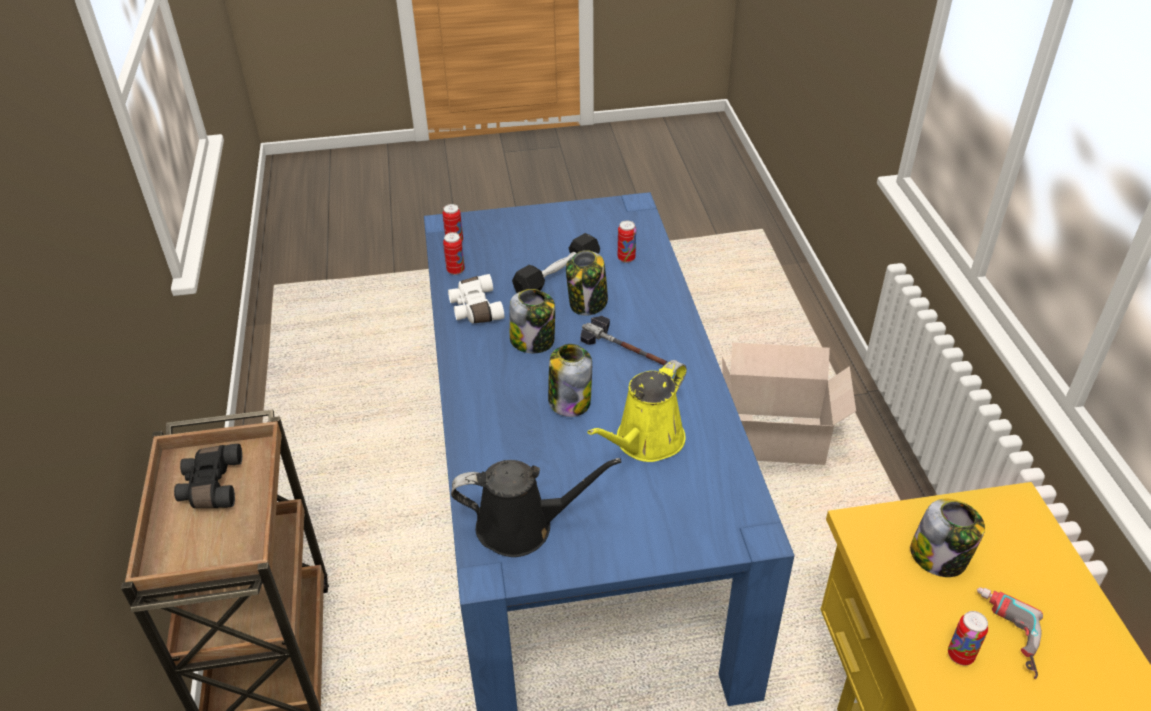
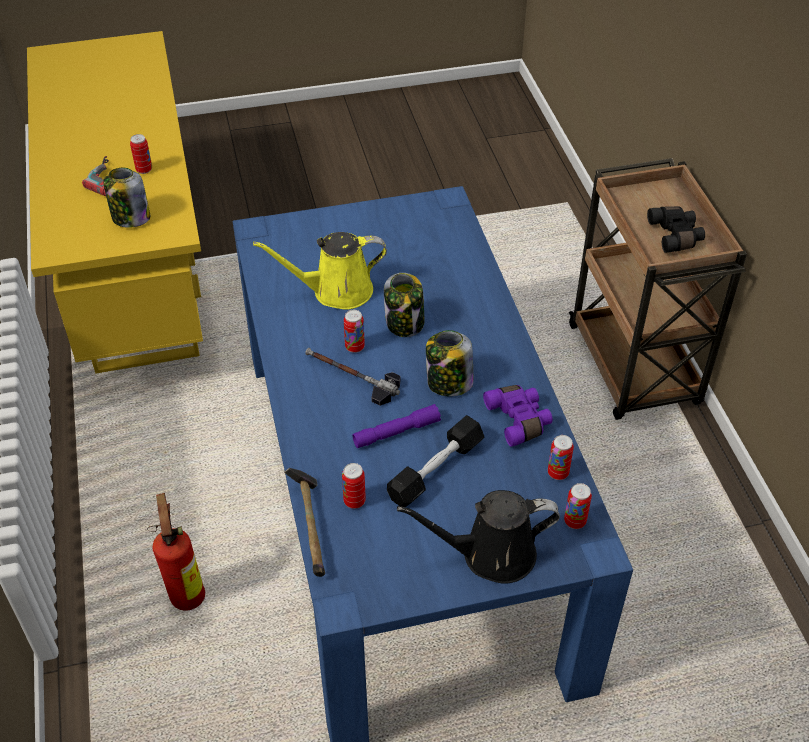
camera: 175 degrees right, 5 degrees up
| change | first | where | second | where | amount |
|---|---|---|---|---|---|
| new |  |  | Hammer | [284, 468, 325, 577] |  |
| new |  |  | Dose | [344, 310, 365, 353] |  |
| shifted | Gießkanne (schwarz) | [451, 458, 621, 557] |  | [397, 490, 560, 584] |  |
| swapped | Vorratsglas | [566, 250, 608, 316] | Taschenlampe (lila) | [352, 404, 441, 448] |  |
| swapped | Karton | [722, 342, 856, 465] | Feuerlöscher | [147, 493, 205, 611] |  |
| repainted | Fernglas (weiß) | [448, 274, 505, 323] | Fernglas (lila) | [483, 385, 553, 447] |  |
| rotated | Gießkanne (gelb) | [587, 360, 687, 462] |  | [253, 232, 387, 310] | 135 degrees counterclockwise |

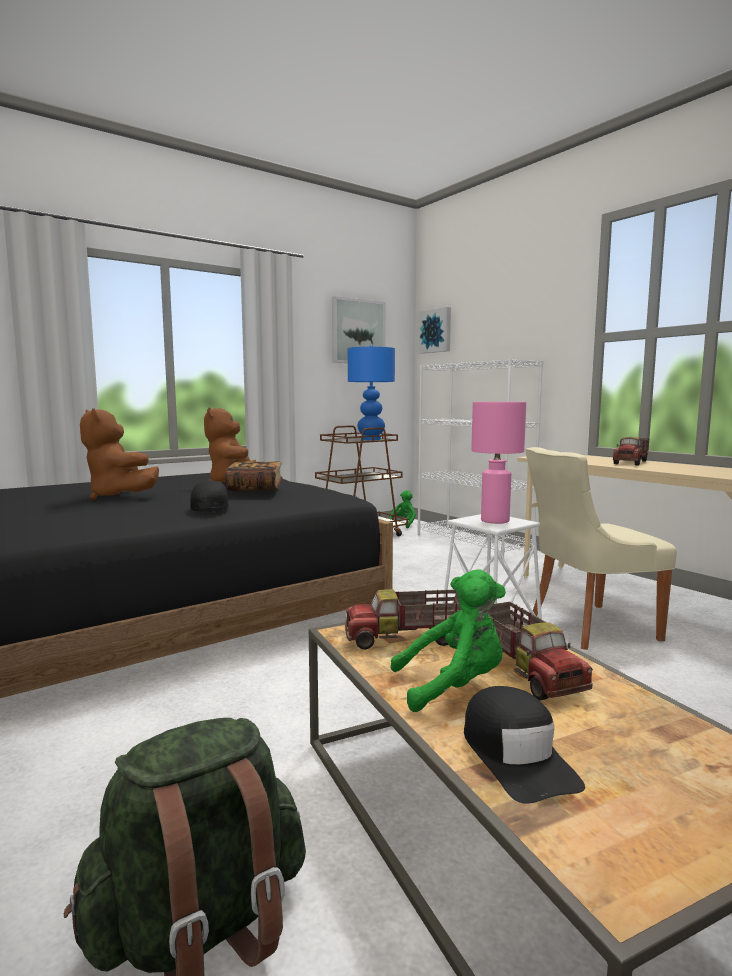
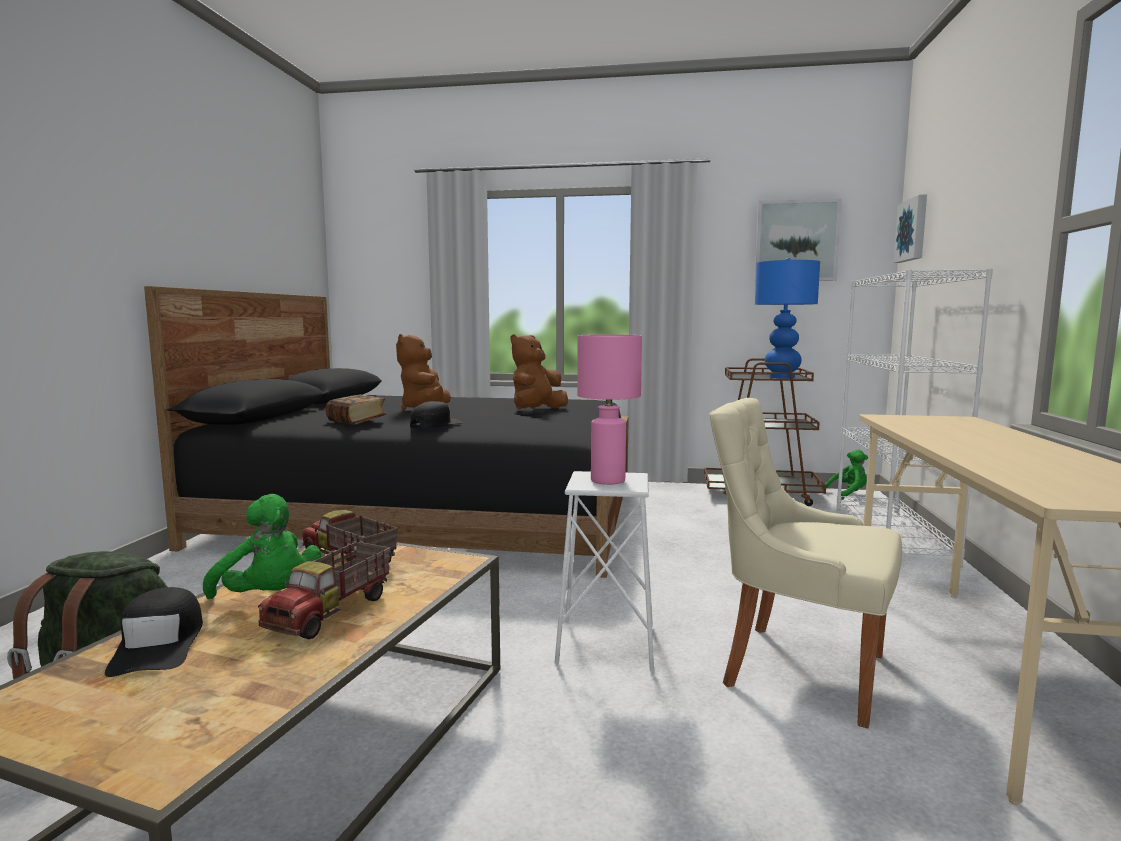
camera: 45 degrees right, 0 degrees up
| change | first | where | second | where | amount |
|---|---|---|---|---|---|
| gone | Spielzeuglaster | [613, 437, 650, 466] |  |  |  |
| shifted | Buch | [225, 461, 282, 491] |  | [326, 394, 387, 425] |  |
| rotated | Kappe (schwarz) | [464, 686, 585, 804] |  | [105, 587, 203, 677] | 45 degrees counterclockwise |

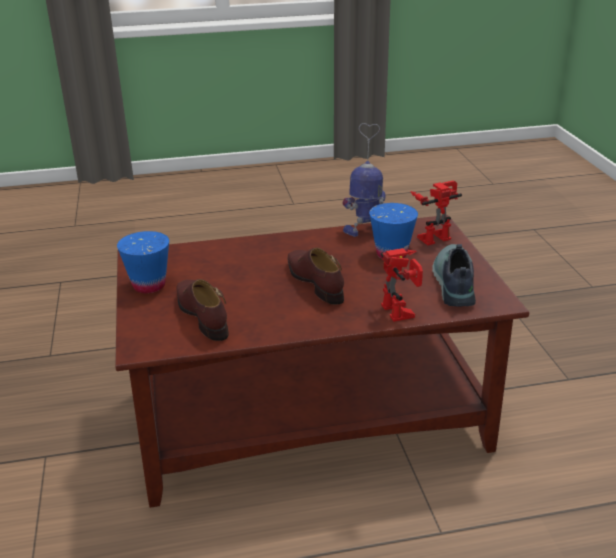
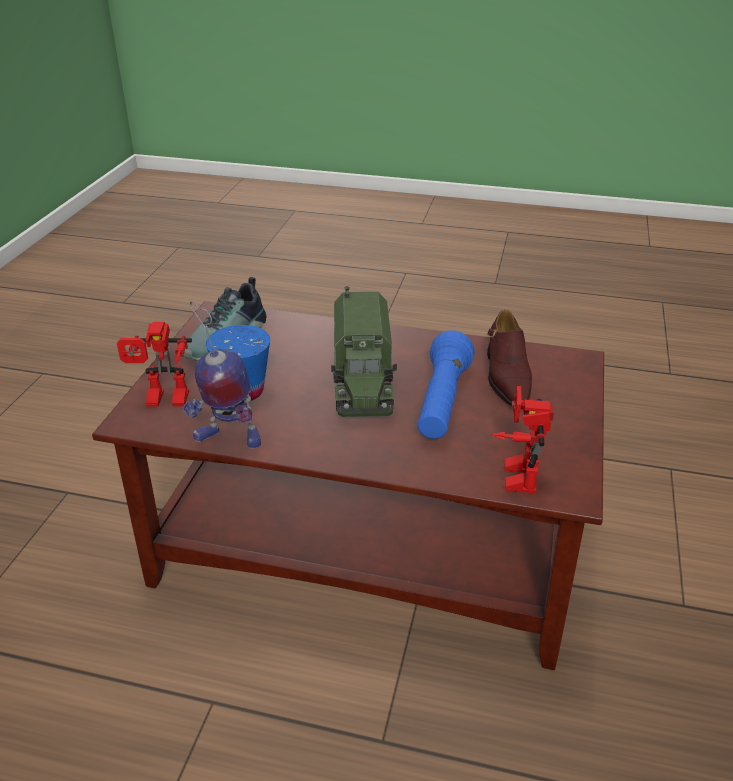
camera: 155 degrees left, 5 degrees up
| change | first | where | second | where | amount |
|---|---|---|---|---|---|
| gone | Tasse (blau) | [117, 231, 169, 293] |  |  |  |
| new |  |  | Taschenlampe (blau) | [417, 330, 474, 439] |  |
| shifted | Spielzeugroboter | [380, 248, 423, 322] |  | [492, 386, 554, 493] |  |
| swapped | Schuh (braun) | [288, 247, 344, 304] | Spielzeuglaster | [331, 286, 397, 417] |  |

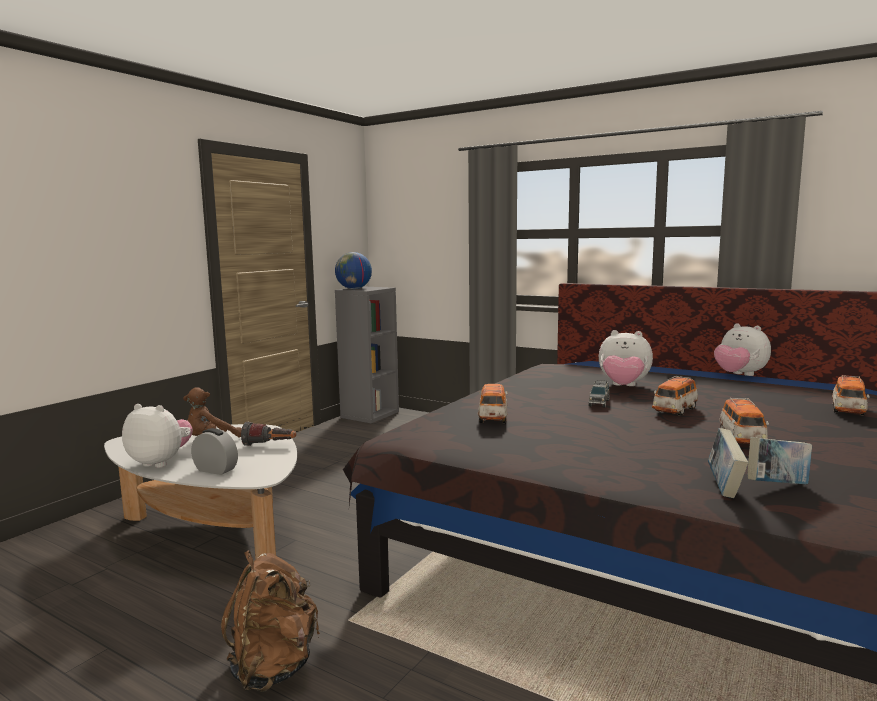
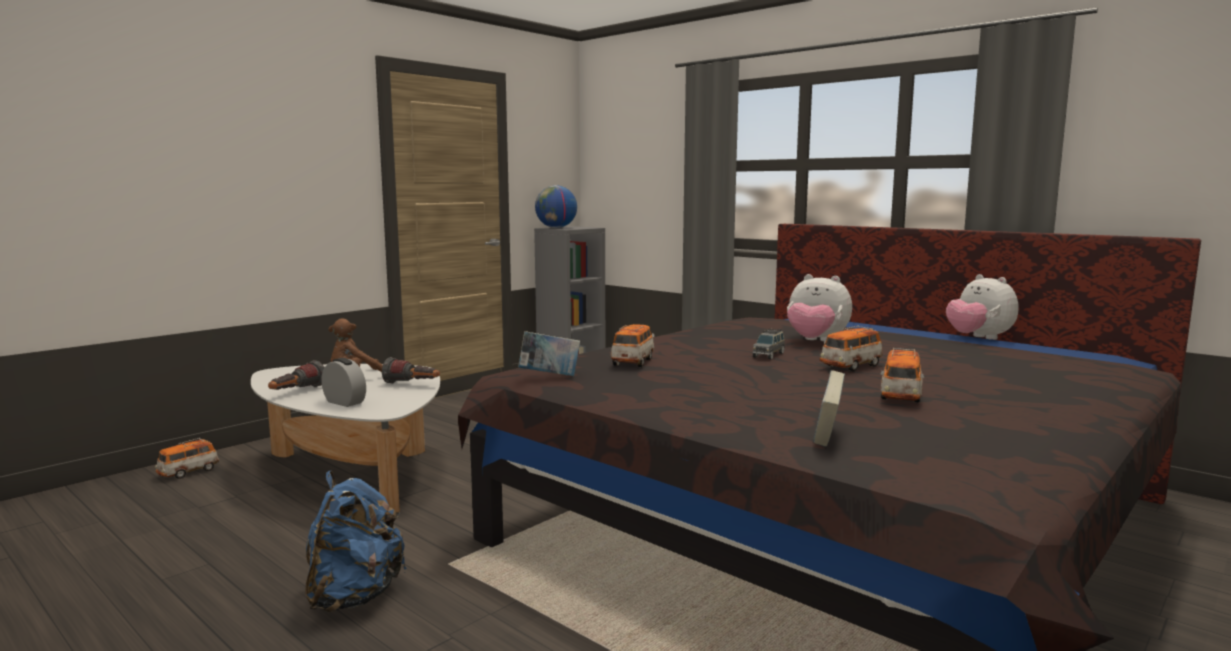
camera: 10 degrees right, 0 degrees up
| change | first | where | second | where | amount |
|---|---|---|---|---|---|
| shifted | Buch | [747, 437, 812, 484] |  | [518, 331, 580, 376] |  |
| shifted | Spielzeugauto | [832, 375, 870, 416] |  | [155, 438, 219, 479] |  |
| swapped | Plüschtier | [122, 404, 193, 468] | Taschenlampe | [268, 360, 324, 390] |  |
| repainted | Rucksack (braun) | [221, 550, 320, 692] | Rucksack (blau) | [305, 471, 407, 612] |  |

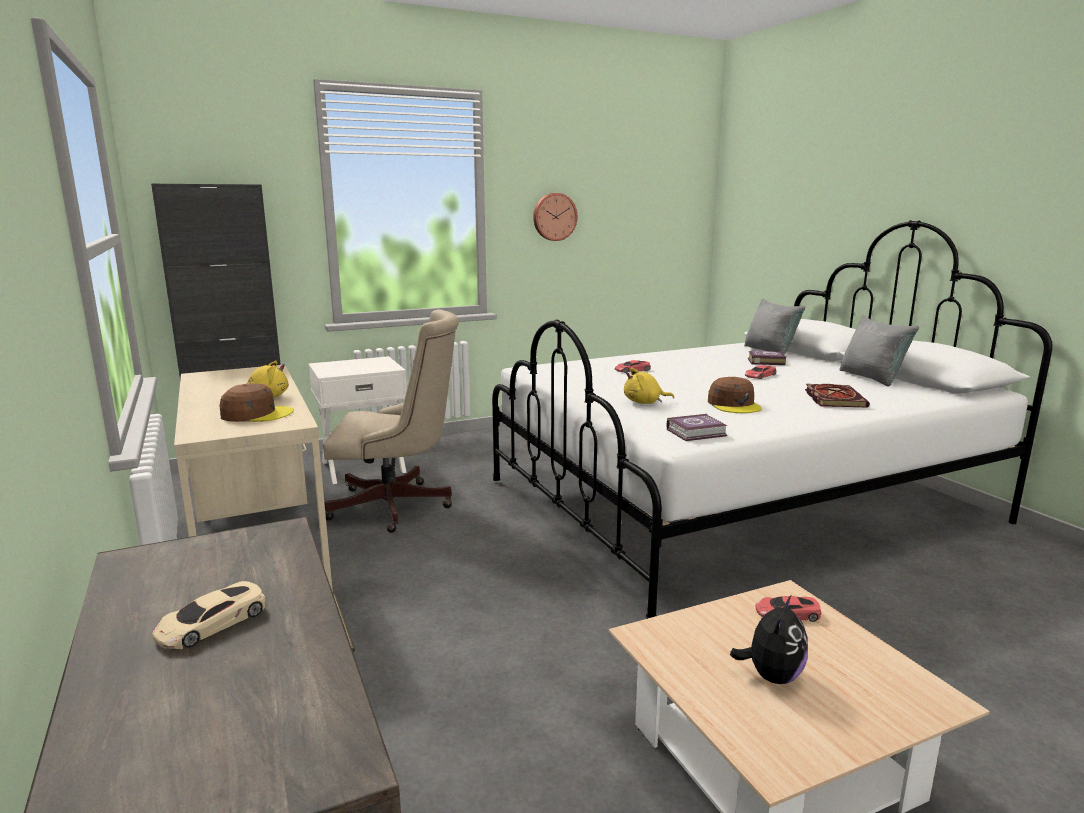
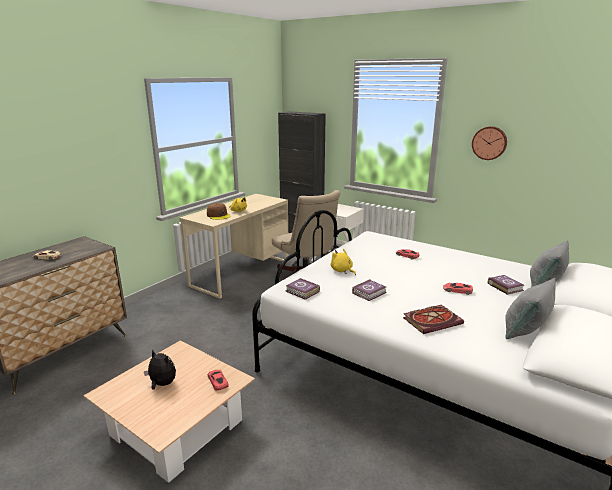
camera: 60 degrees right, 5 degrees up
| change | first | where | second | where | amount |
|---|---|---|---|---|---|
| swapped | Kappe (braun) | [708, 377, 762, 413] | Buch | [352, 279, 386, 301] |  |
| rotated | Plüschtier | [730, 596, 808, 684] |  | [144, 349, 176, 390] | 150 degrees counterclockwise |

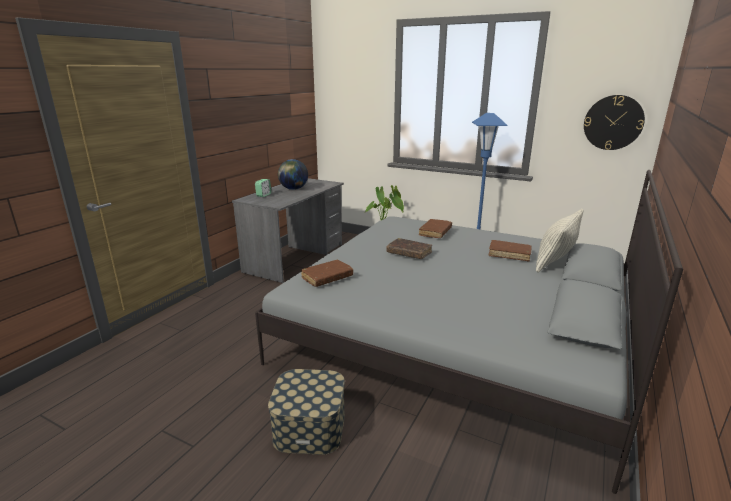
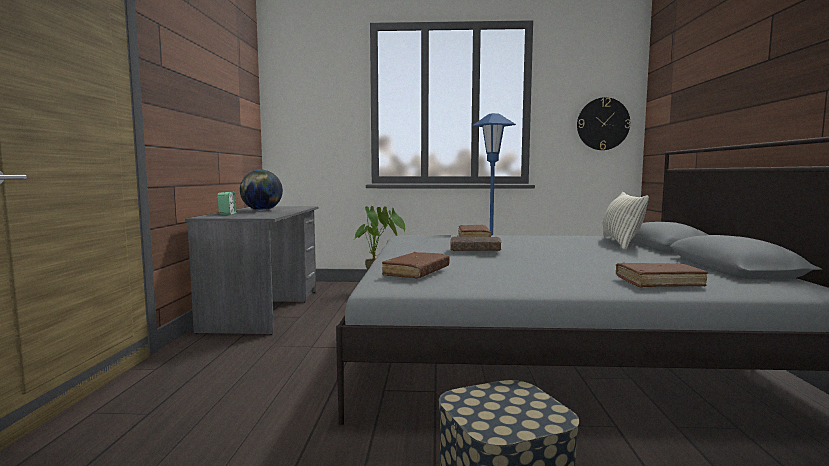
camera: 25 degrees left, 15 degrees down
| change | first | where | second | where | amount |
|---|---|---|---|---|---|
| shifted | Buch (braun) | [489, 240, 532, 261] |  | [616, 262, 708, 287] |  |

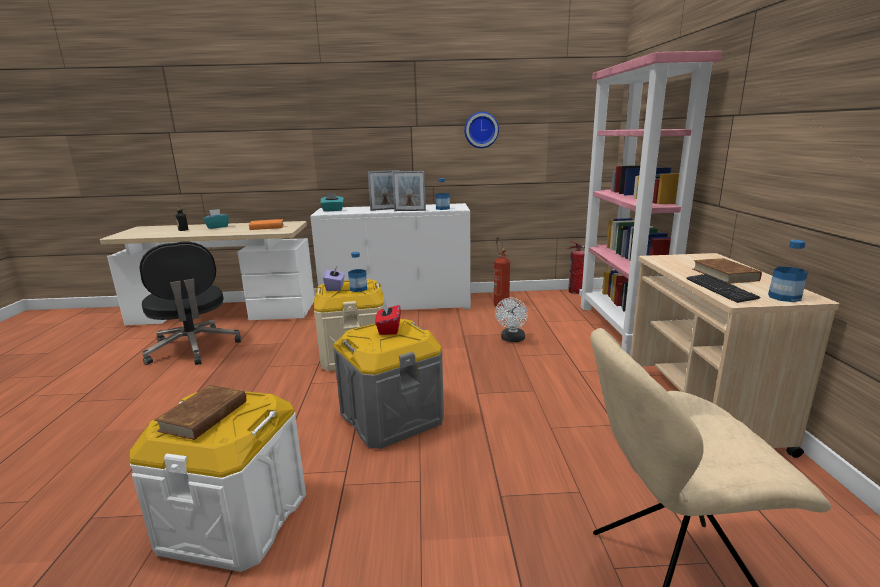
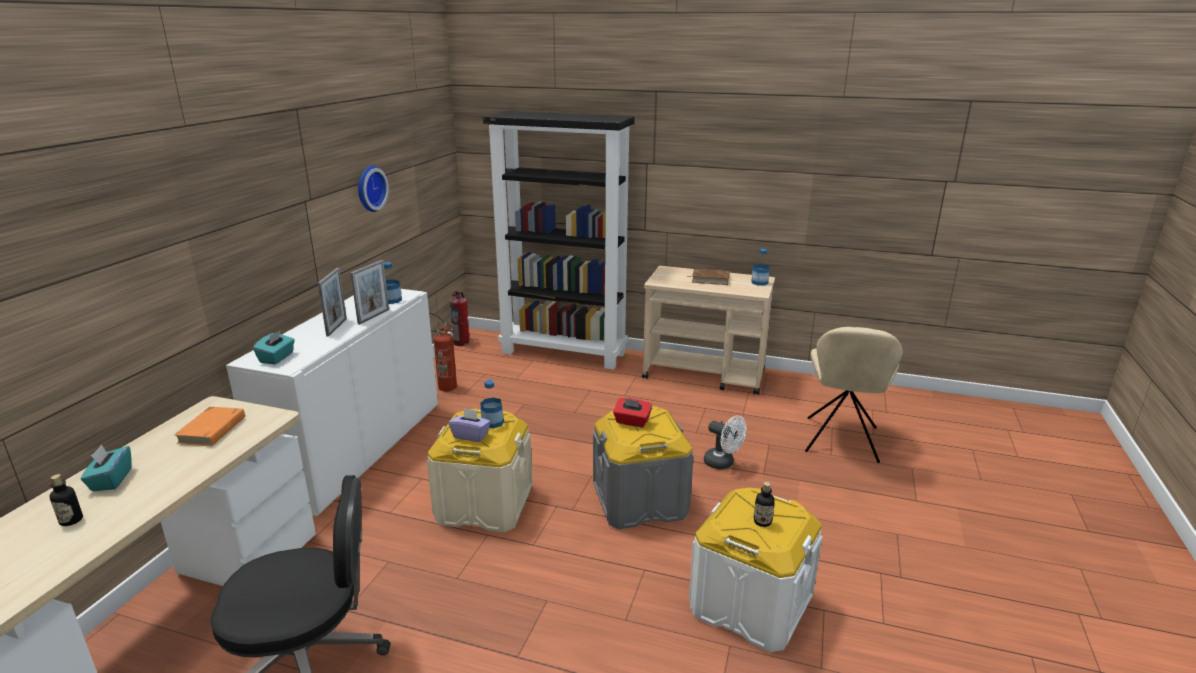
camera: 70 degrees left, 5 degrees up
| change | first | where | second | where | amount |
|---|---|---|---|---|---|
| gone | Tastatur | [686, 274, 760, 303] |  |  |  |
| shifted | Ventilator (weiß) | [495, 298, 528, 342] |  | [704, 416, 747, 469] |  |
| swapped | Buch (braun) | [155, 385, 246, 440] | Flasche | [754, 482, 775, 527] |  |
| repainted | Bücherregal (rosa) | [579, 51, 722, 355] | Bücherregal (schwarz) | [483, 111, 635, 370] |  |

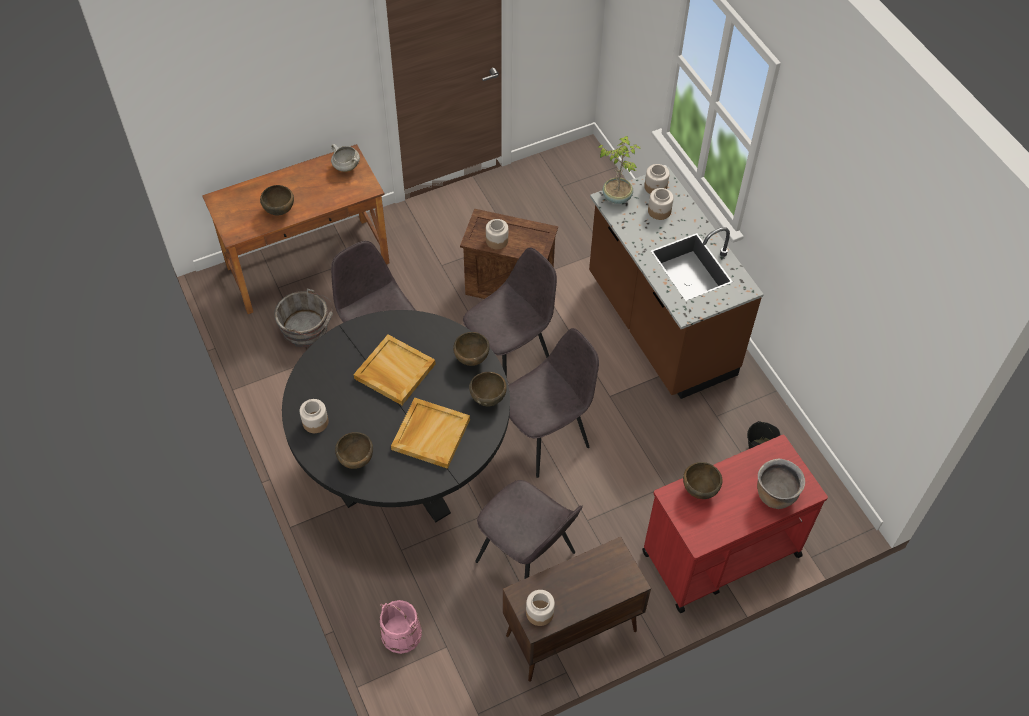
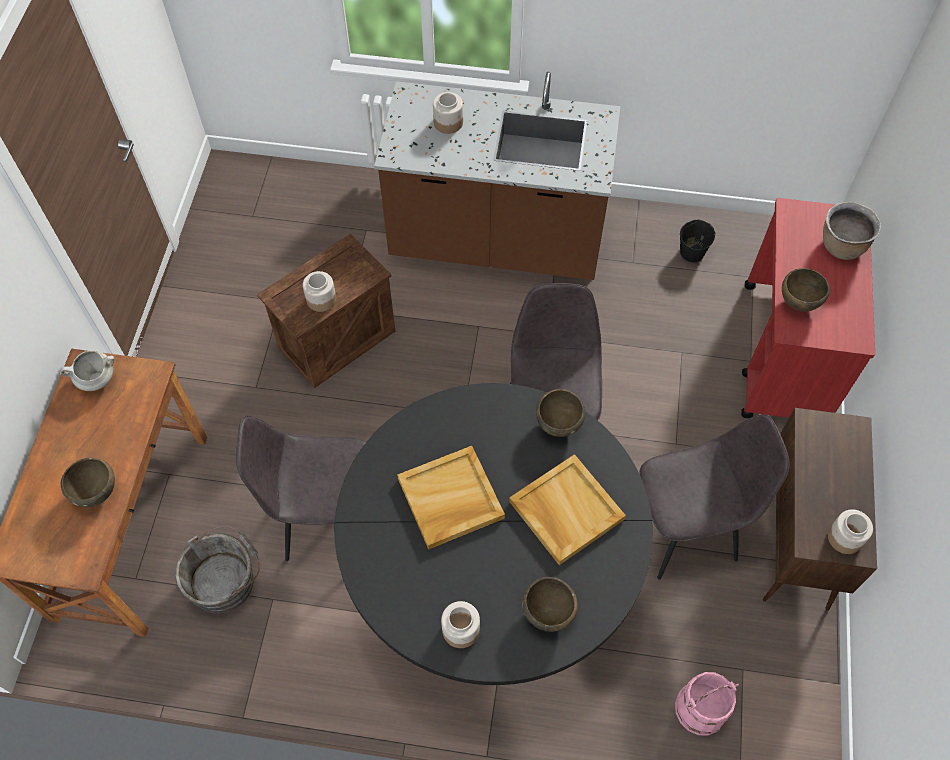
camera: 55 degrees left, 5 degrees up
| change | first | where | second | where | amount |
|---|---|---|---|---|---|
| gone | Schüssel (braun) | [453, 332, 490, 366] |  |  |  |
| gone | Stuhl (grau) | [463, 247, 557, 378] |  |  |  |
| gone | Topfpflanze | [598, 136, 641, 204] |  |  |  |
| gone | Vorratsglas | [644, 164, 670, 194] |  |  |  |

